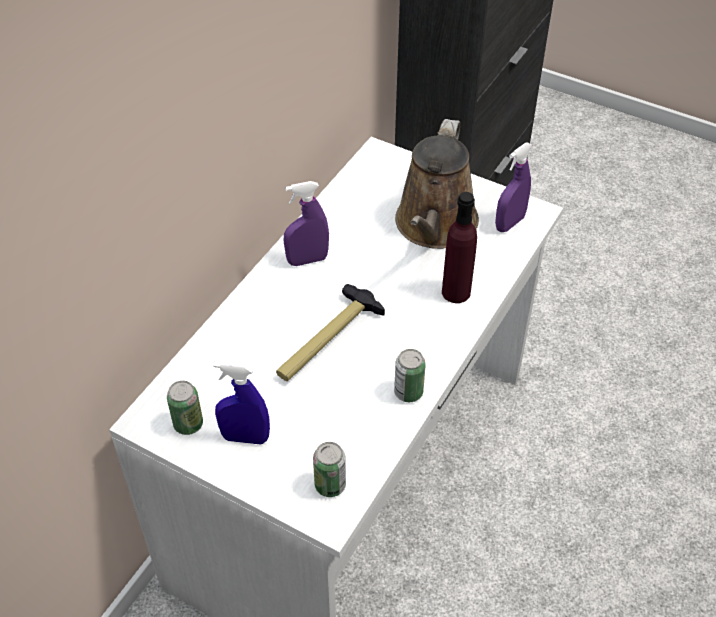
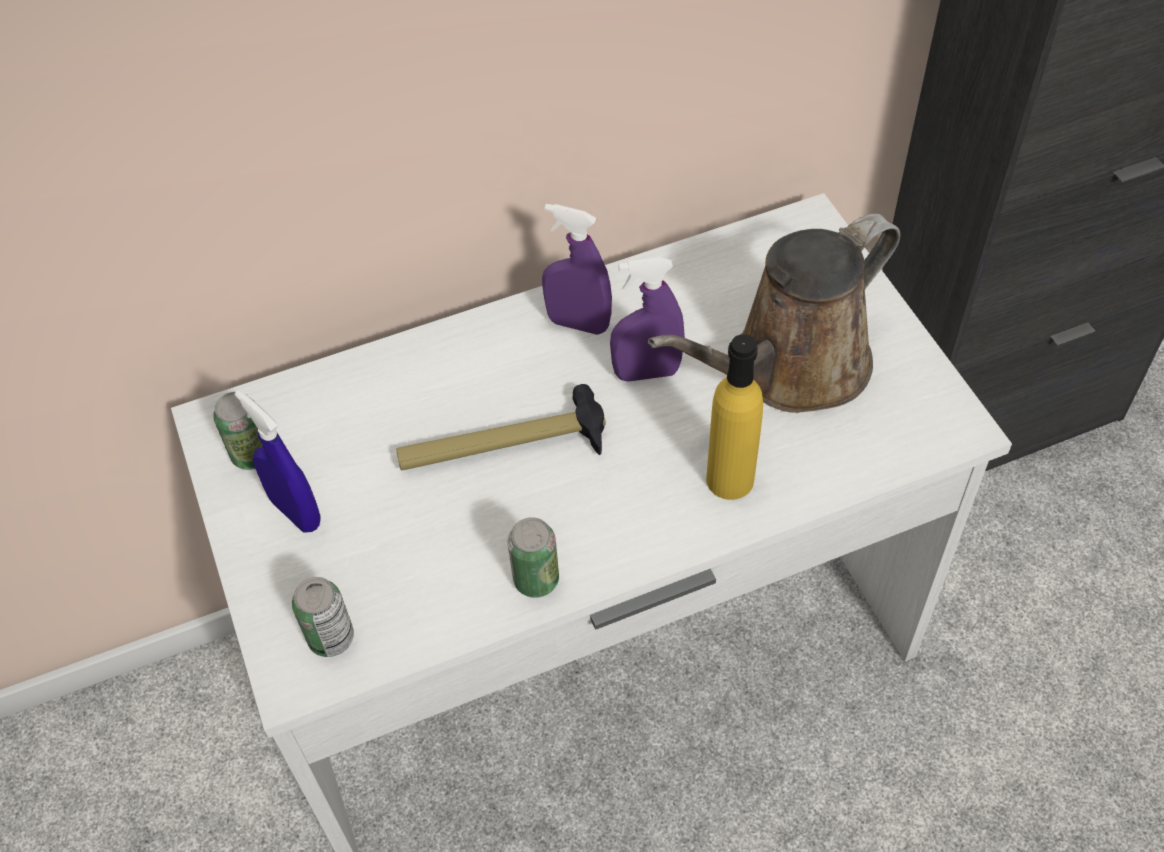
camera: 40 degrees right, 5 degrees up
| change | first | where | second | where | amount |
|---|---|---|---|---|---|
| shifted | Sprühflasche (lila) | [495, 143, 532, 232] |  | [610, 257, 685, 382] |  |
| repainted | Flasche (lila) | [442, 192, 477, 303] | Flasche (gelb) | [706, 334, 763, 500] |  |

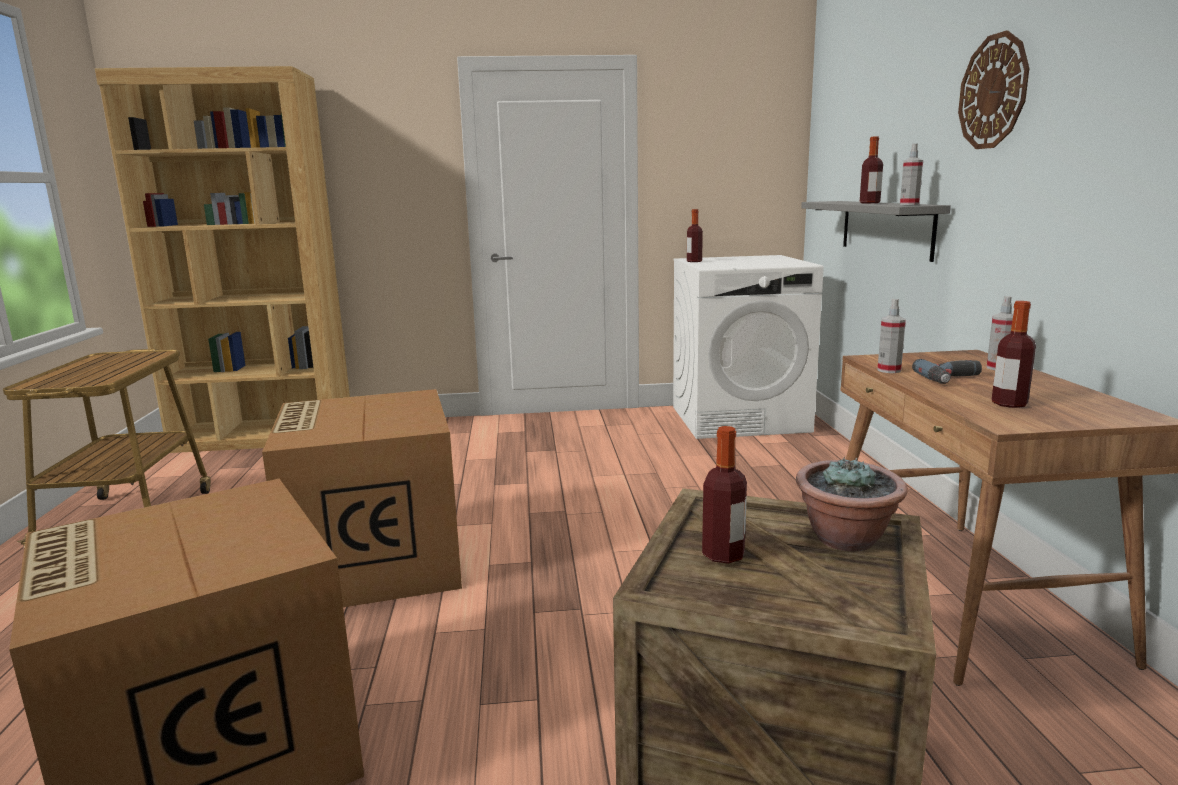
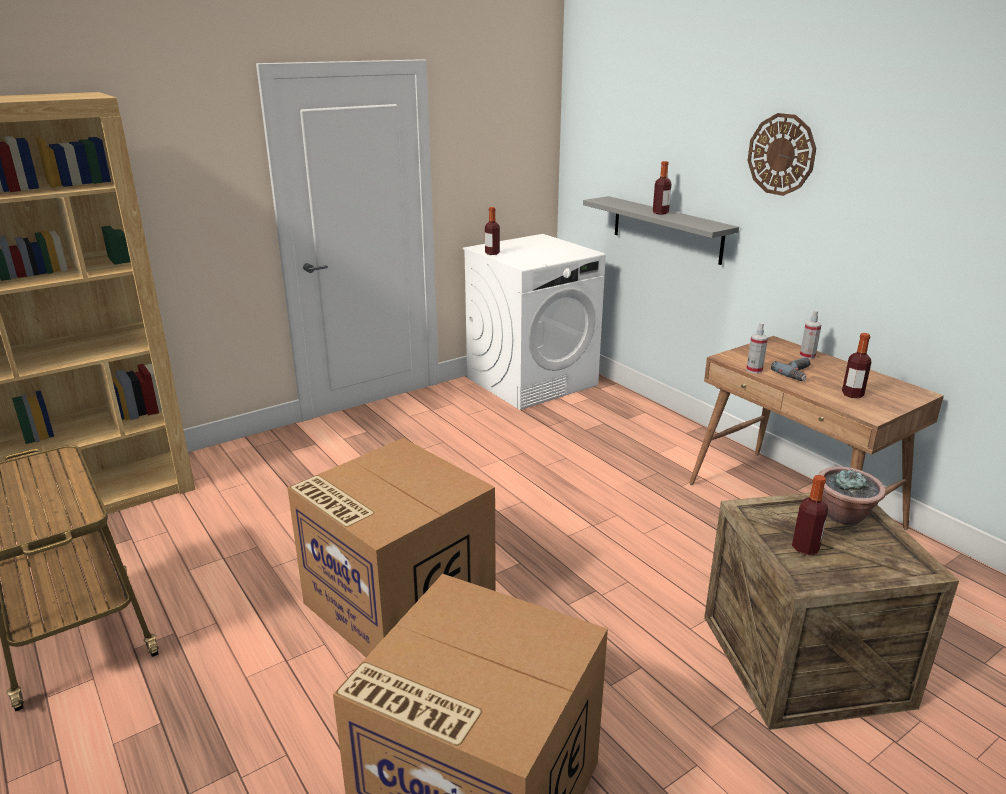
camera: 30 degrees left, 10 degrees up
| change | first | where | second | where | amount |
|---|---|---|---|---|---|
| gone | Sprühflasche | [900, 143, 923, 205] |  |  |  |

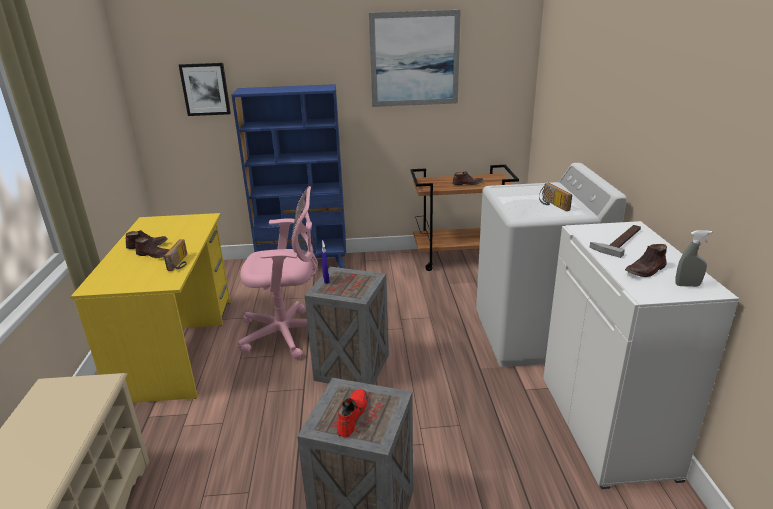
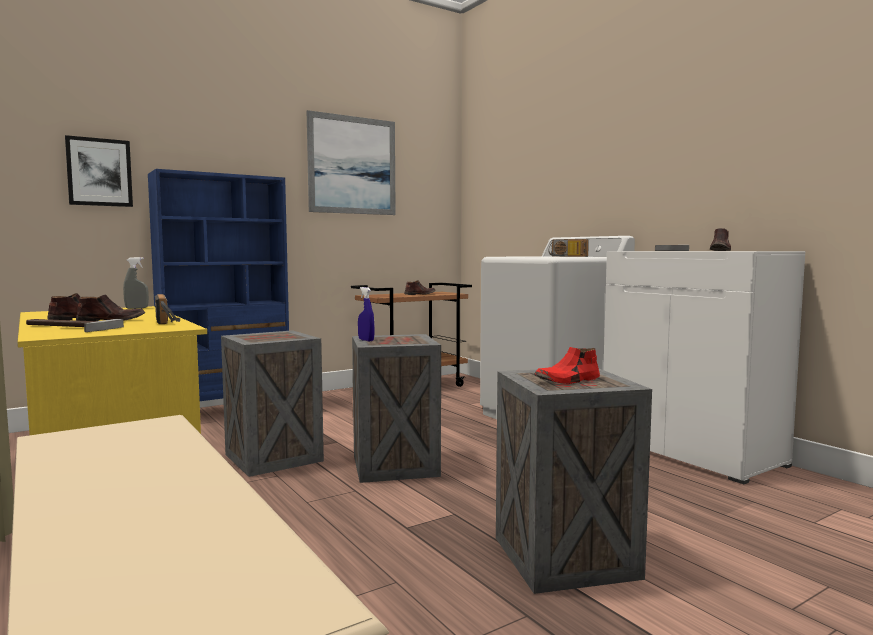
camera: 30 degrees left, 20 degrees down
| change | first | where | second | where | amount |
|---|---|---|---|---|---|
| new |  |  | Hammer | [26, 319, 124, 332] |  |
| shifted | Sprühflasche (grau) | [675, 230, 712, 287] |  | [123, 257, 149, 309] |  |
| swapped | Bürostuhl (rosa) | [237, 186, 318, 359] | Kiste | [221, 330, 324, 477] |  |
| rotated | Schuh (rot) | [337, 389, 367, 437] |  | [534, 347, 600, 384] | 105 degrees counterclockwise |

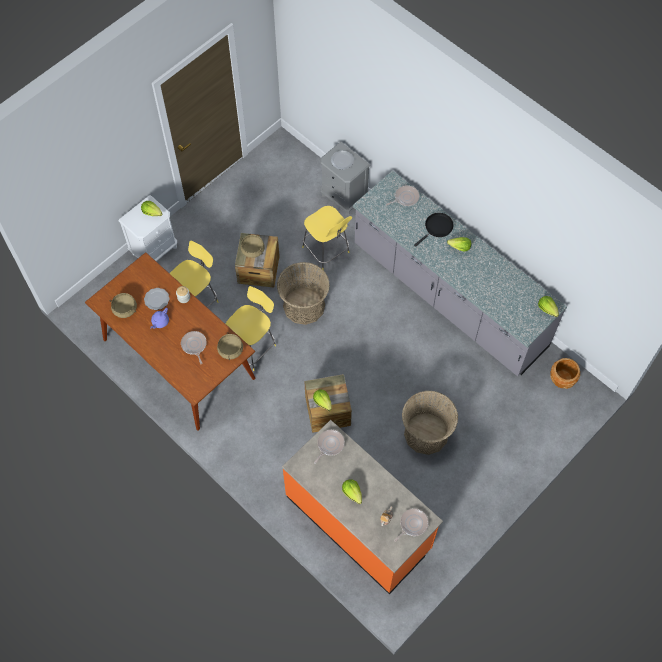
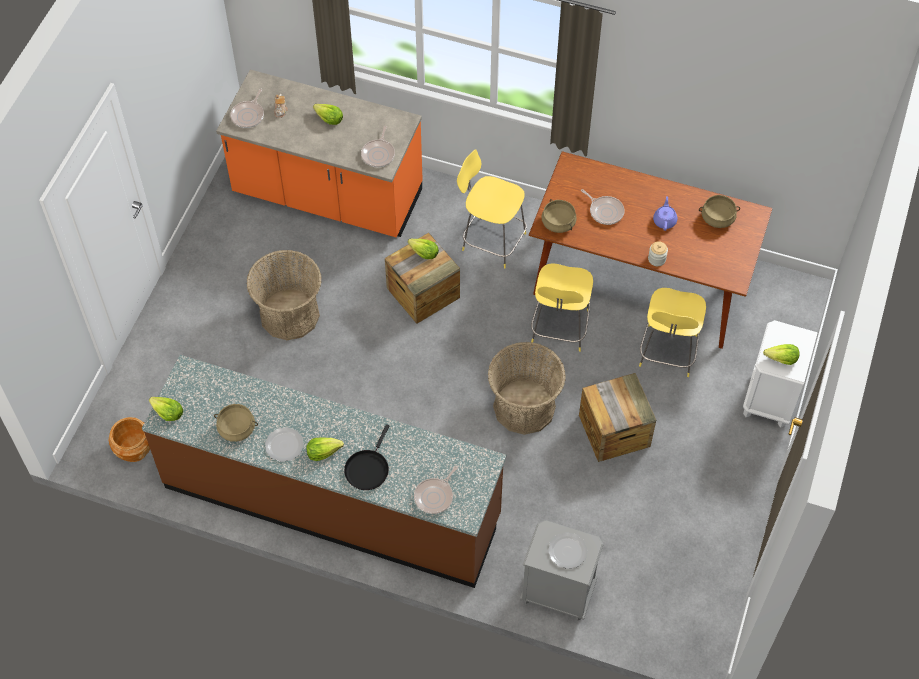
camera: 155 degrees right, 5 degrees down
| change | first | where | second | where | amount |
|---|---|---|---|---|---|
| shifted | Teller | [144, 288, 170, 310] |  | [265, 427, 304, 462] |  |
| shifted | Kochtopf (beige) | [241, 235, 265, 258] |  | [214, 404, 258, 442] |  |
| shifted | Hocker (gelb) | [302, 206, 352, 270] |  | [457, 149, 527, 268] |  |
| repainted | Küchenzeile (grau) | [353, 170, 567, 376] | Küchenzeile (braun) | [142, 355, 506, 588] |  |

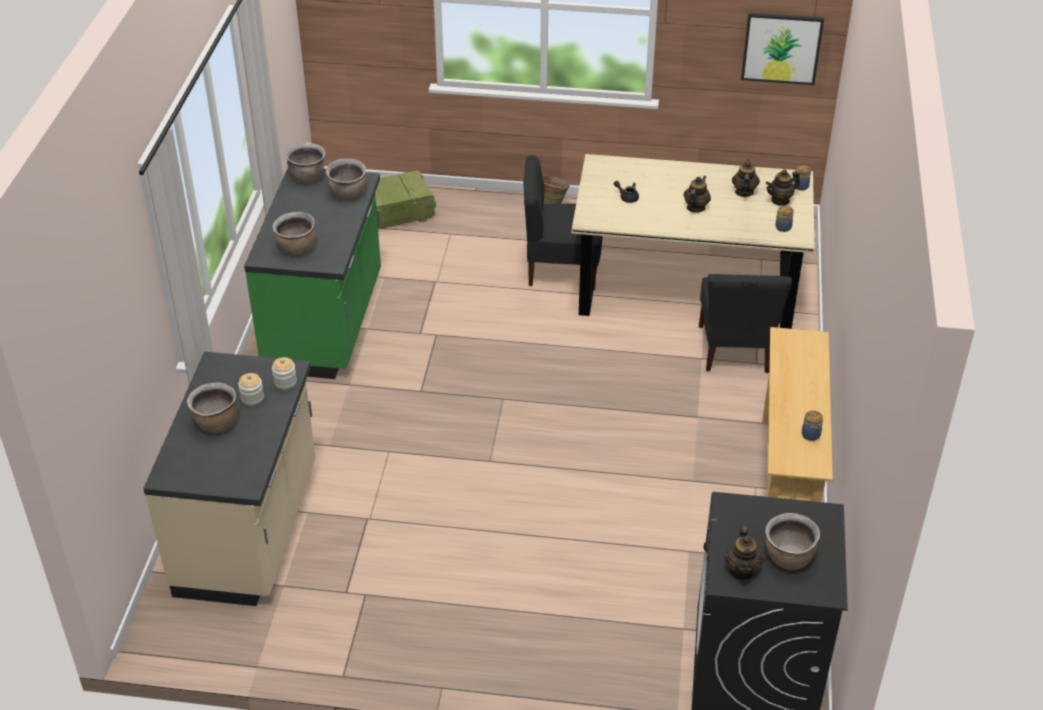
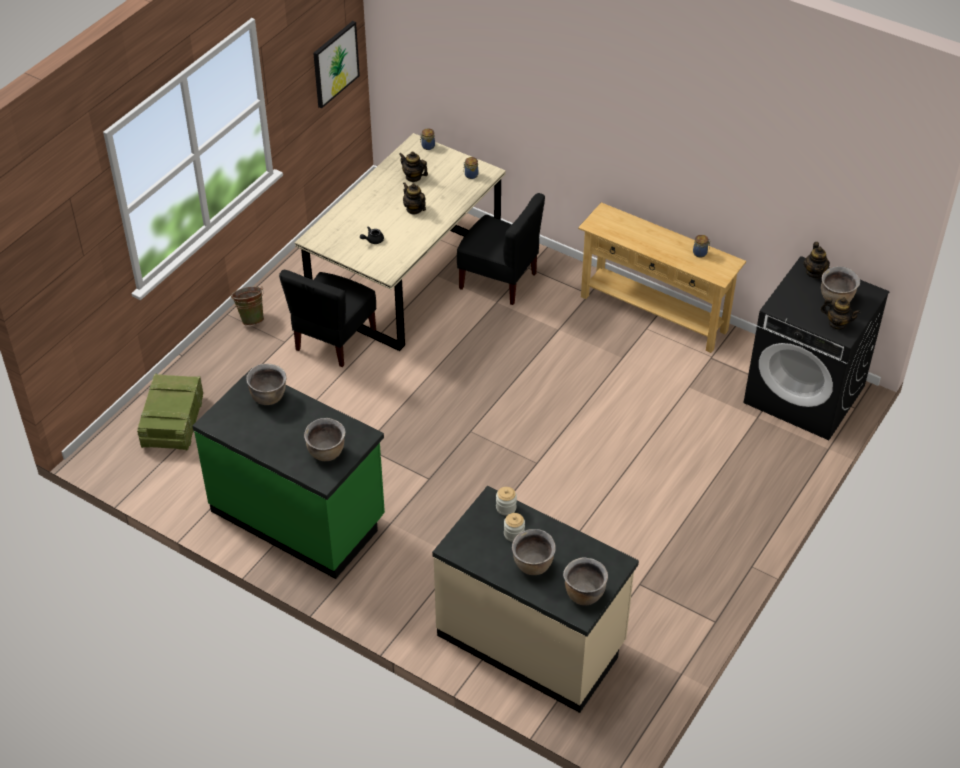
camera: 65 degrees left, 5 degrees up
| change | first | where | second | where | amount |
|---|---|---|---|---|---|
| shifted | Kochtopf (braun) | [285, 143, 326, 183] |  | [563, 557, 608, 605] |  |
| shifted | Teekanne | [766, 169, 800, 206] |  | [803, 242, 830, 279] |  |

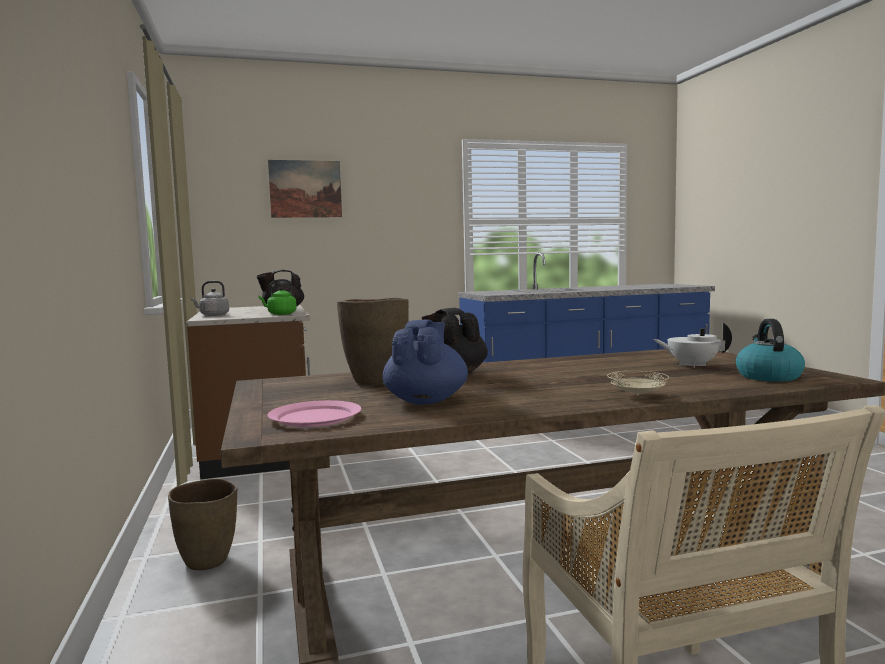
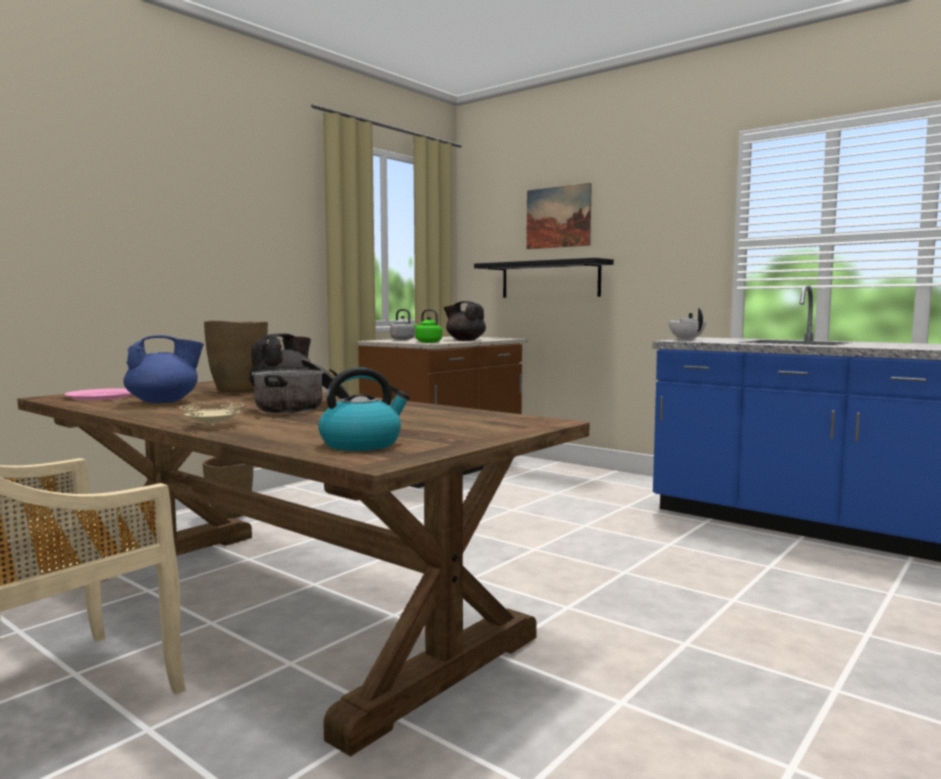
camera: 55 degrees right, 0 degrees up
| change | first | where | second | where | amount |
|---|---|---|---|---|---|
| new |  |  | Kochtopf | [252, 359, 350, 413] |  |
| new |  |  | Wandregal (schwarz) | [474, 258, 614, 298] |  |
| shifted | Teekanne (weiß) | [653, 323, 732, 368] |  | [668, 308, 706, 341] |  |

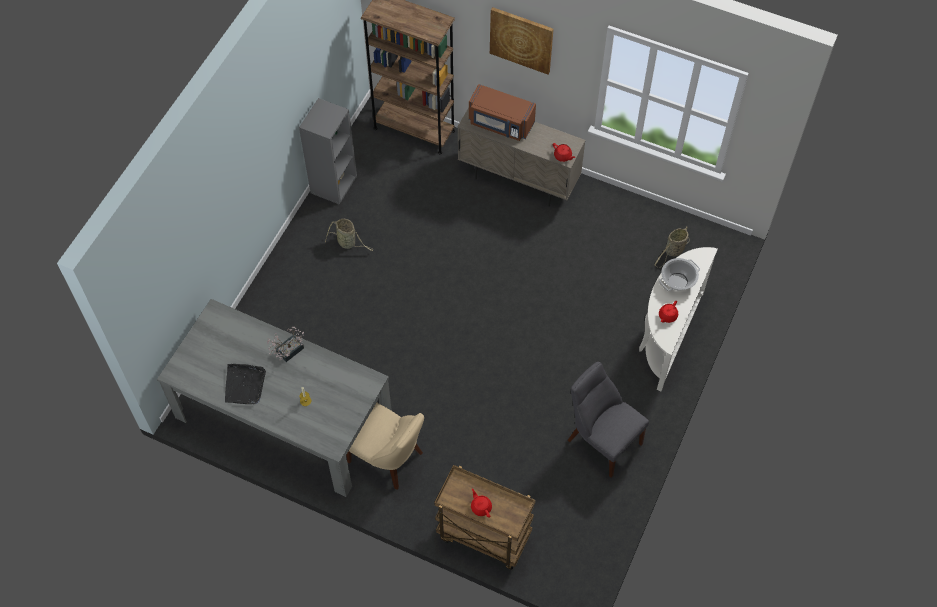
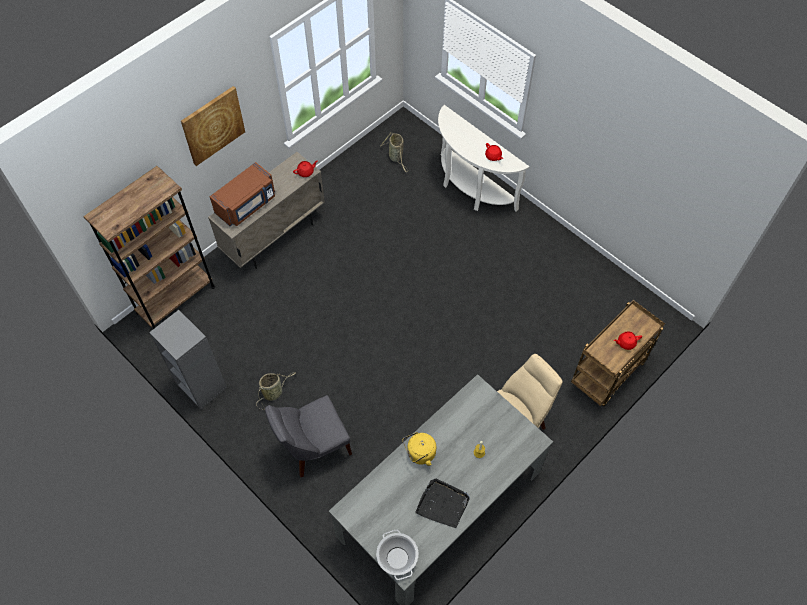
camera: 70 degrees left, 0 degrees up
| change | first | where | second | where | amount |
|---|---|---|---|---|---|
| shifted | Stuhl (grau) | [568, 362, 649, 478] |  | [265, 395, 352, 477] |  |
| shifted | Kochtopf | [659, 258, 700, 291] |  | [376, 529, 418, 580] |  |
| swapped | Topfpflanze | [267, 327, 304, 362] | Wasserkessel (gelb) | [402, 432, 436, 466] |  |

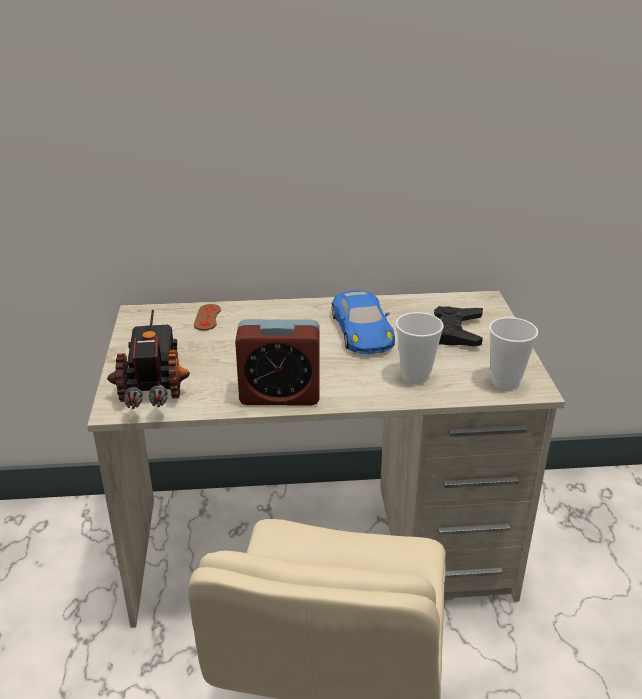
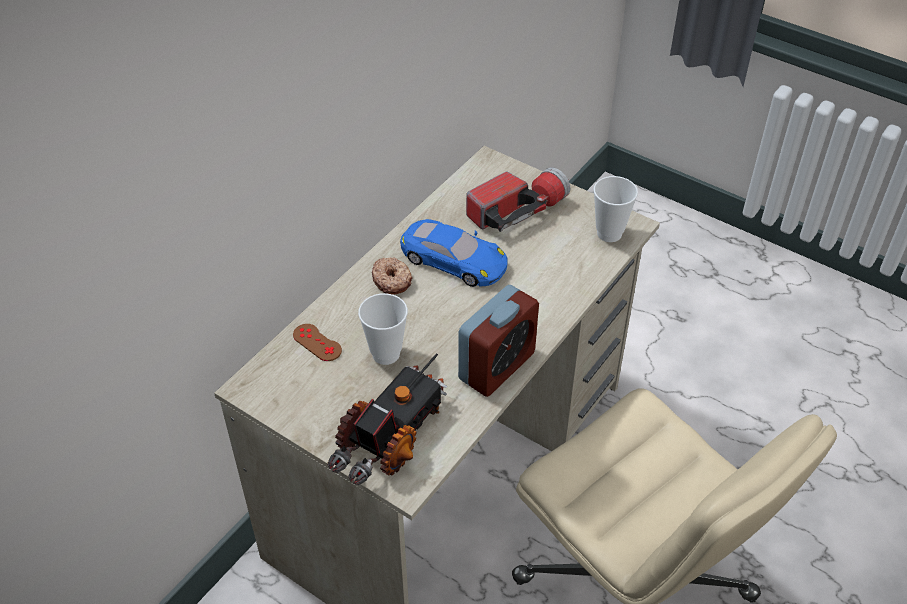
camera: 50 degrees left, 15 degrees up
| change | first | where | second | where | amount |
|---|---|---|---|---|---|
| new |  |  | Donut | [372, 257, 413, 295] |  |
| shifted | Tasse | [396, 312, 444, 384] |  | [358, 293, 408, 365] |  |
| swapped | Gamepad (schwarz) | [434, 306, 483, 346] | Taschenlampe | [466, 167, 570, 232] |  |
| rotated | Spielzeuglaster | [107, 310, 190, 409] |  | [327, 353, 448, 485] | 90 degrees clockwise |

